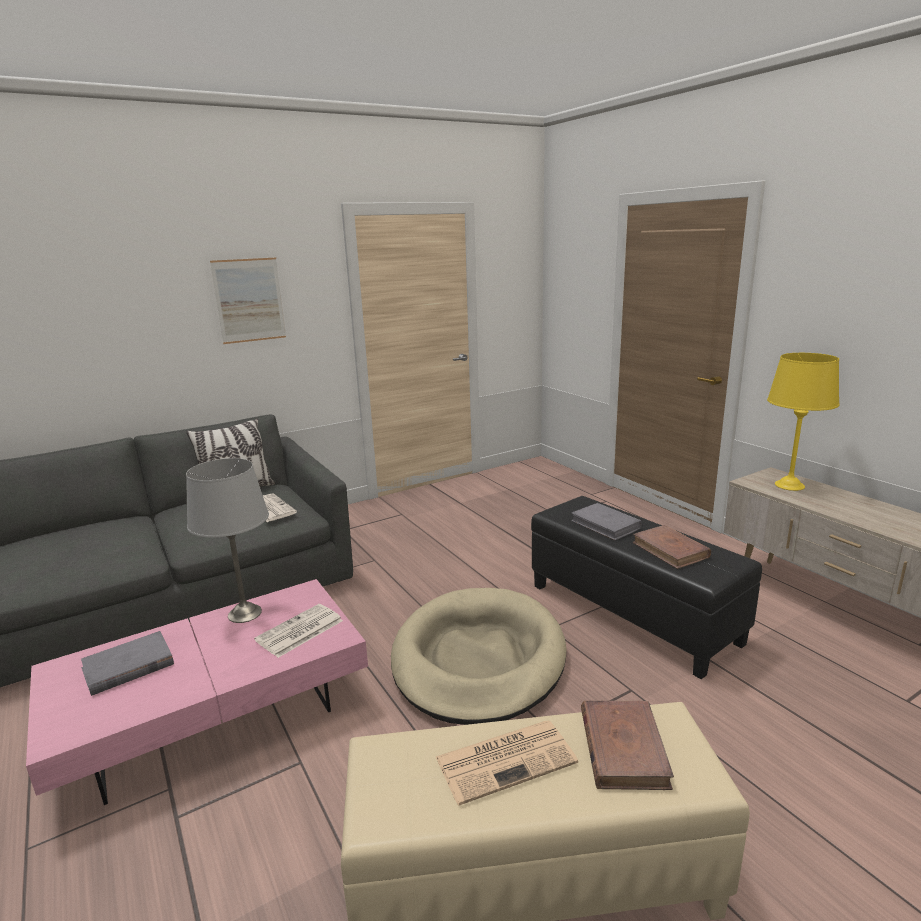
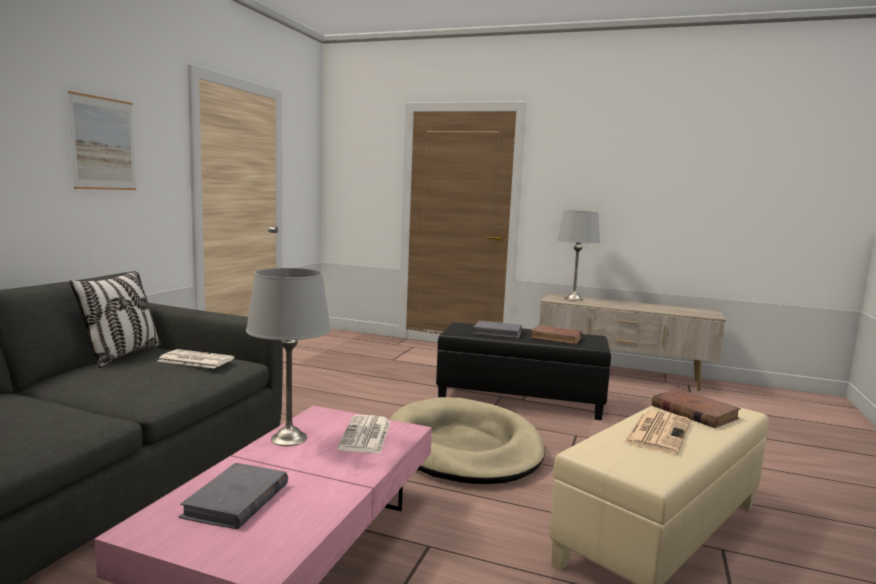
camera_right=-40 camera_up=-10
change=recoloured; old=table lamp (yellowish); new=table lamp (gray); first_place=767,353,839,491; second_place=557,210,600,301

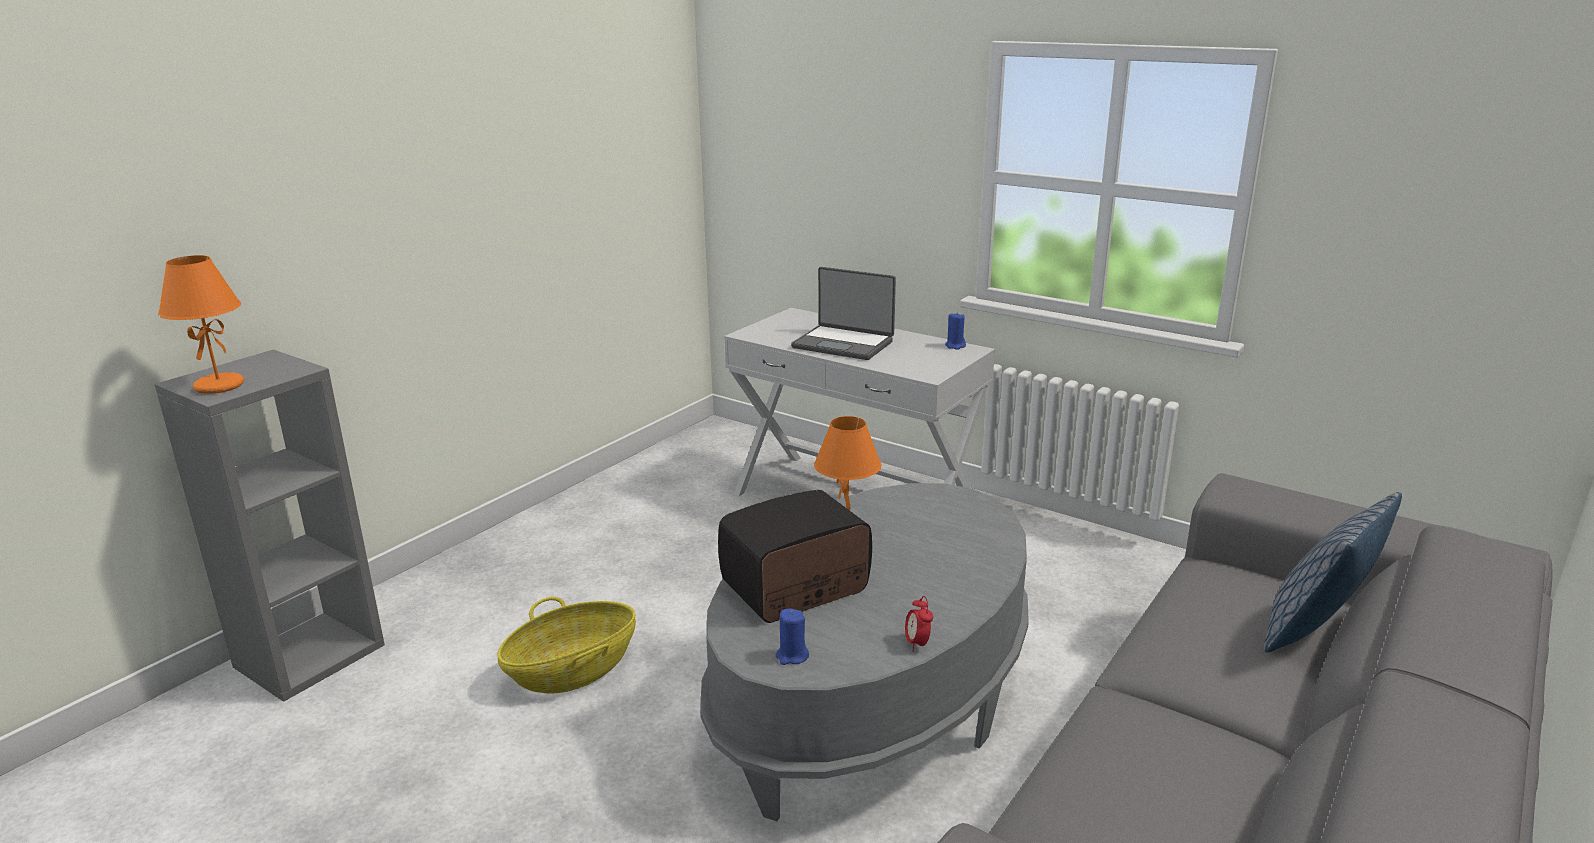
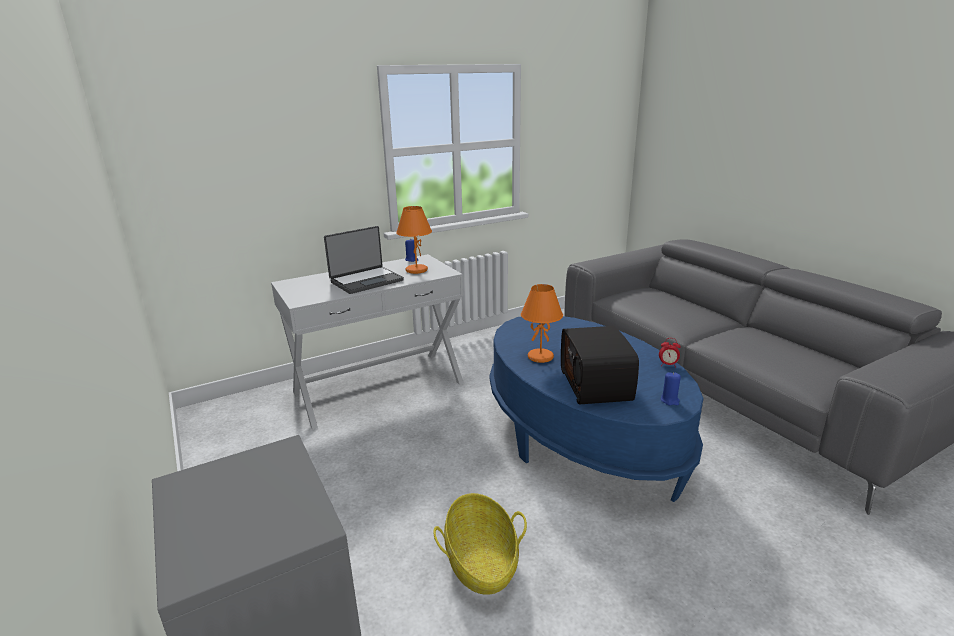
camera_right=-65 camera_up=0
change=moved; old=table lamp (orange); first_place=158,255,244,394; second_place=396,206,432,274
change=recoloured; old=lounge table (gray); new=lounge table (blue); first_place=700,483,1029,821; second_place=489,316,703,502
change=removed; old=throw pillow; first_place=1264,492,1402,652

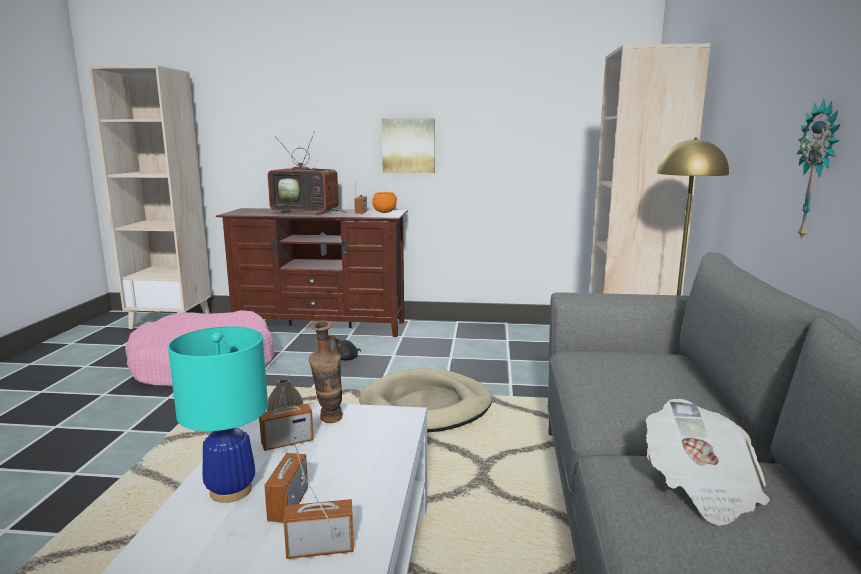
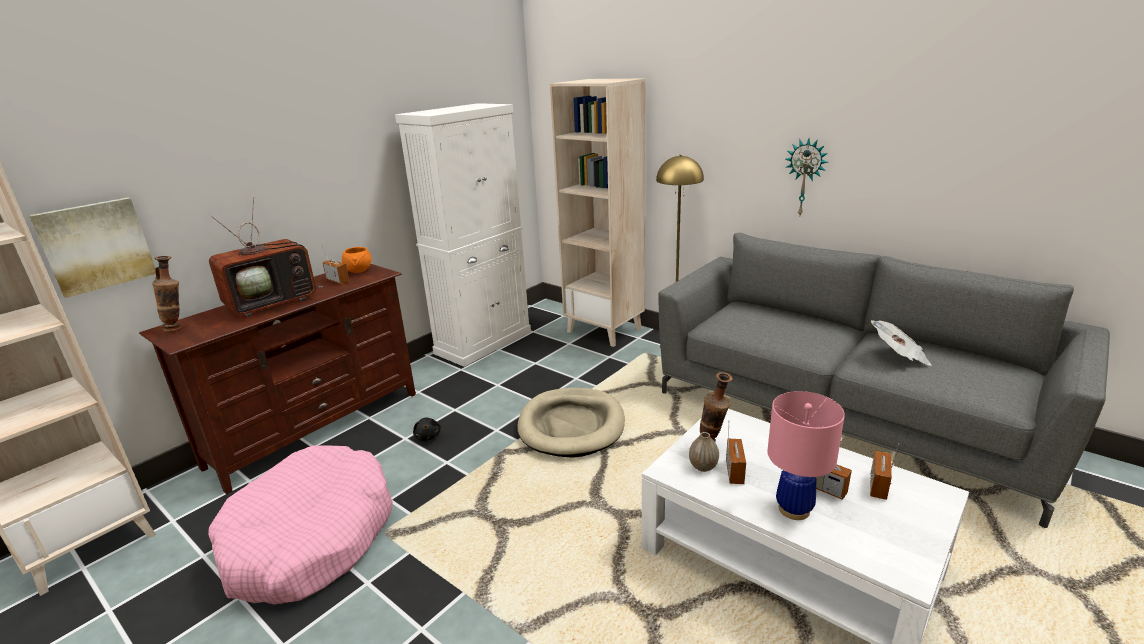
camera_right=-55 camera_up=10
change=moved; old=picture; first_place=382,118,435,173; second_place=29,197,156,298
change=recoloured; old=table lamp (turquoise-coloured); new=table lamp (pink-coloured); first_place=168,326,268,503; second_place=767,391,845,520
change=added; new=cabinet (white-coloured); second_place=395,103,531,367
change=added; new=decorative vase; second_place=152,256,181,332

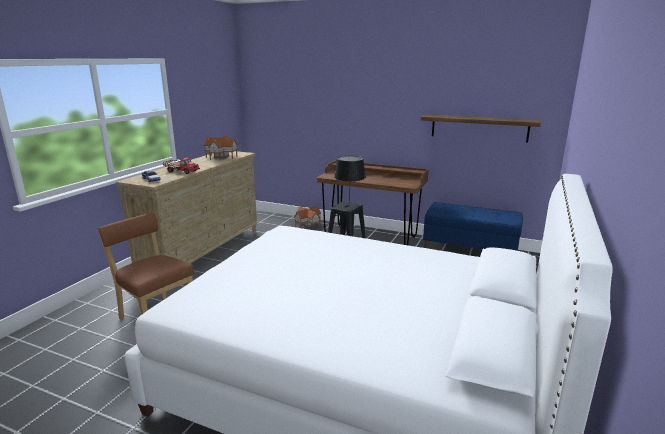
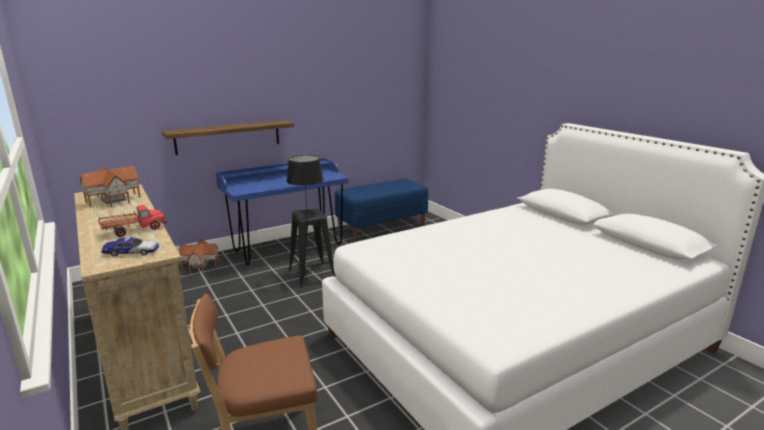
camera_right=-55 camera_up=0
change=moved; old=shelf; first_place=421,114,541,142; second_place=162,120,294,155
change=recoloured; old=desk table (brown); new=desk table (blue); first_place=317,160,429,245; second_place=216,158,349,266

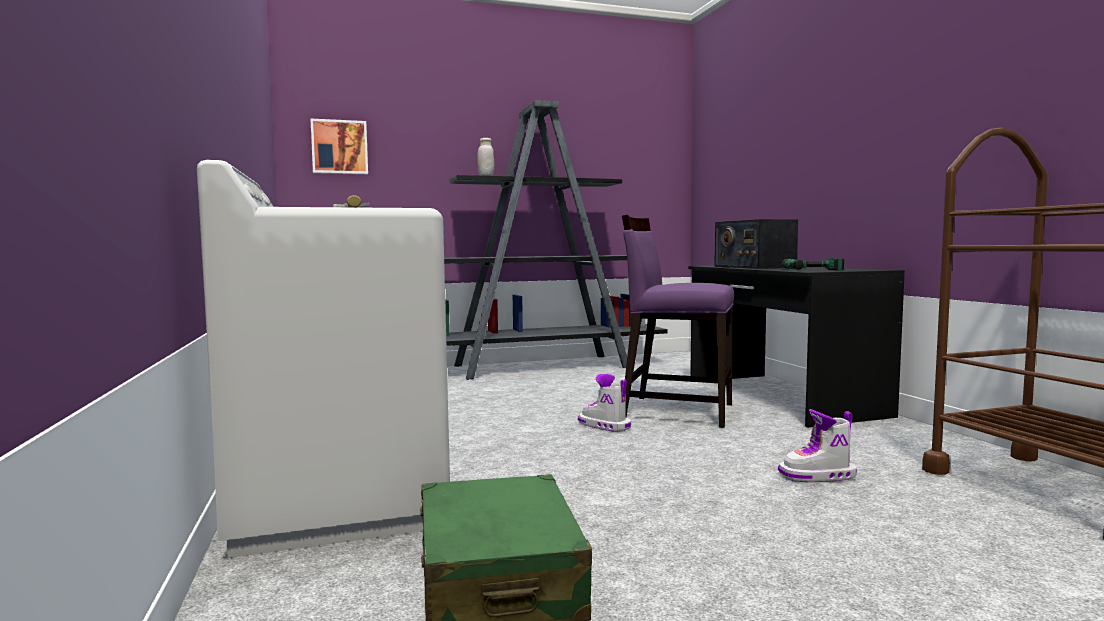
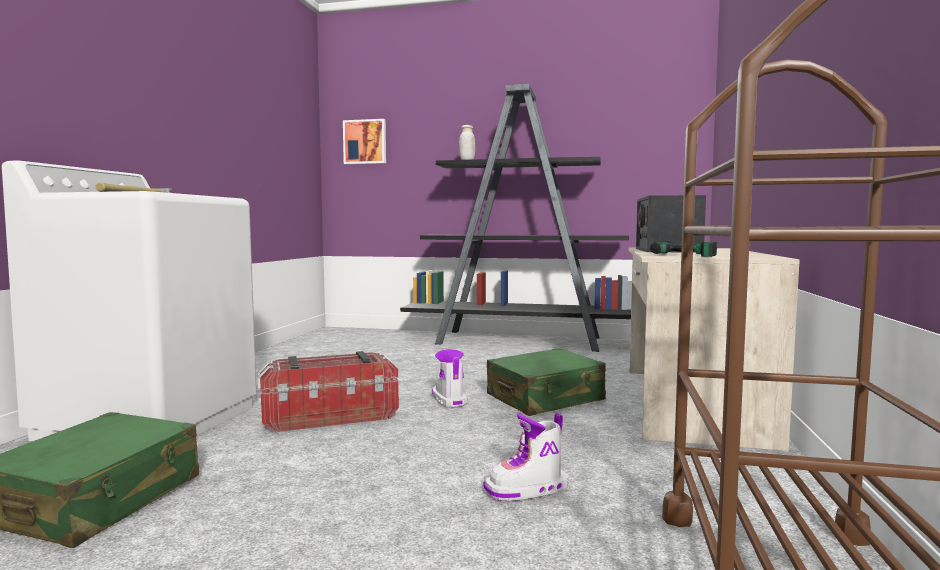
camera_right=30 camera_up=0
change=replaced; old=upright chair (purple); new=suitcase (green-coloured); first_place=622,215,734,428; second_place=487,348,606,416
change=recoloured; old=desk table (black); new=desk table (beige-coloured); first_place=688,265,905,428; second_place=628,248,800,451
change=turned; old=high-top boot; first_place=778,409,857,482; second_place=484,413,569,501; degrees=-45
change=added; new=storage box; second_place=257,351,399,433

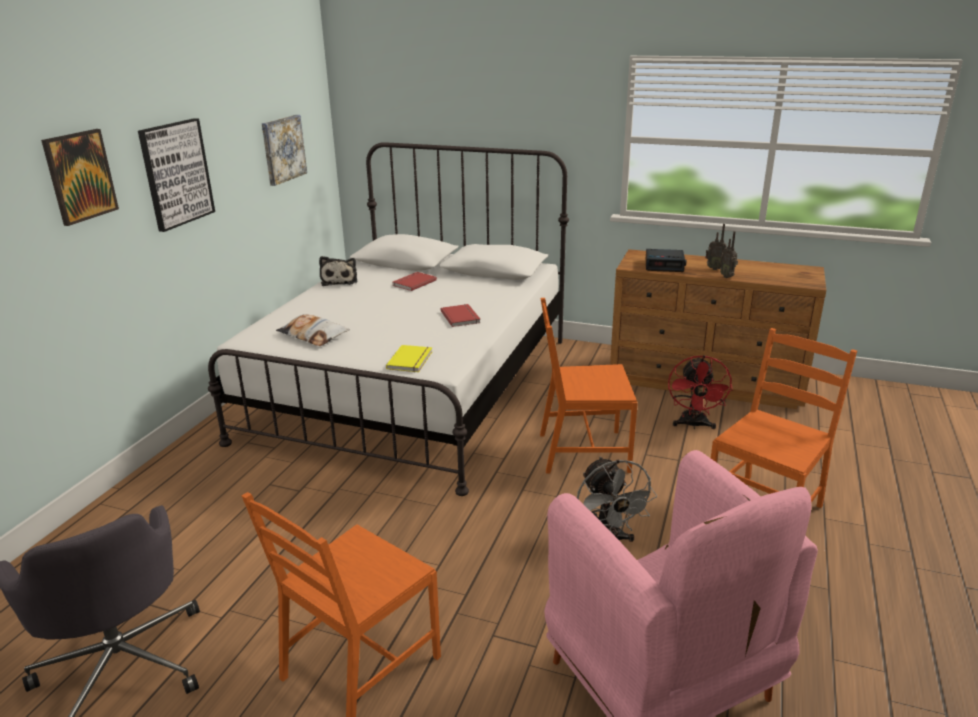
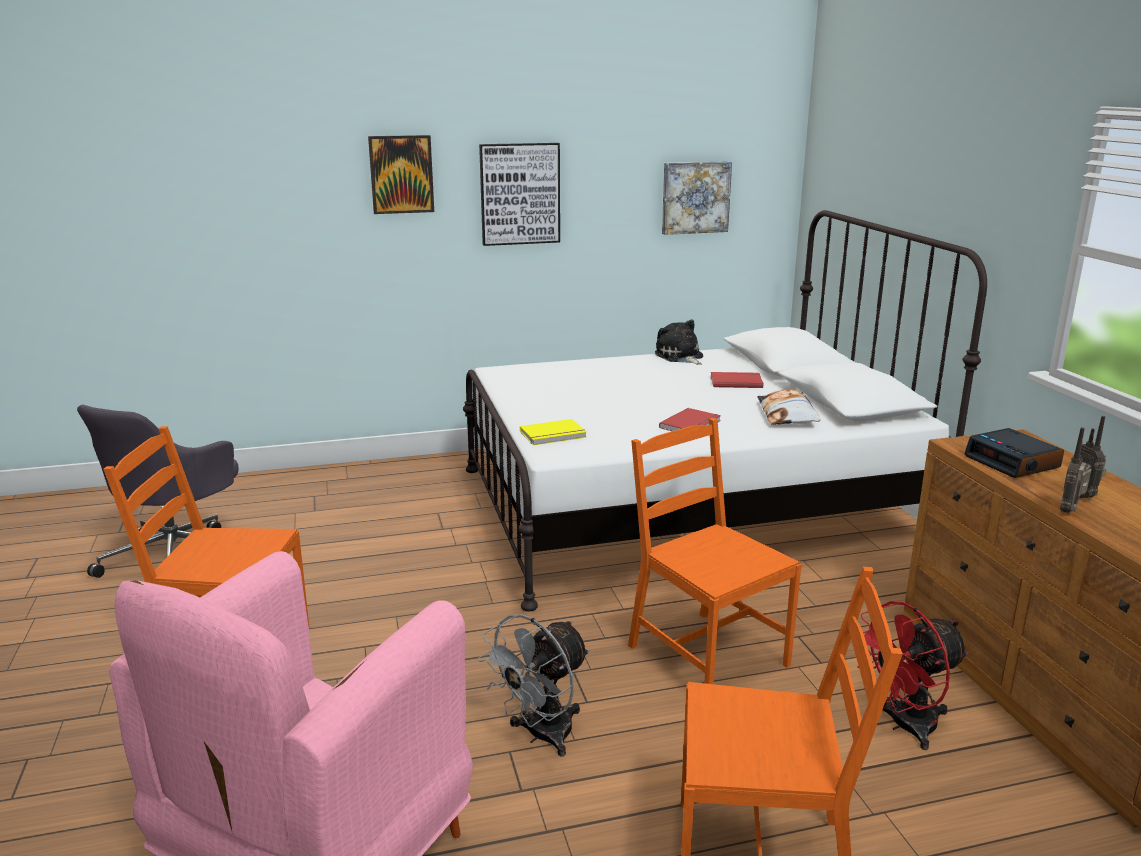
camera_right=55 camera_up=-5
change=turned; old=cuddly toy; first_place=319,256,357,286; second_place=655,320,703,365; degrees=105
change=moved; old=throw pillow; first_place=276,314,350,346; second_place=757,389,821,425

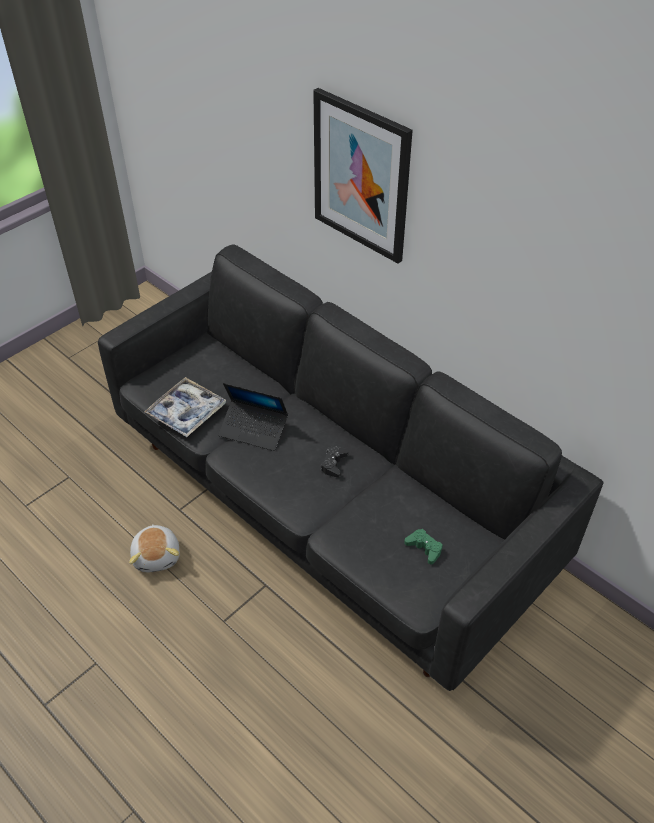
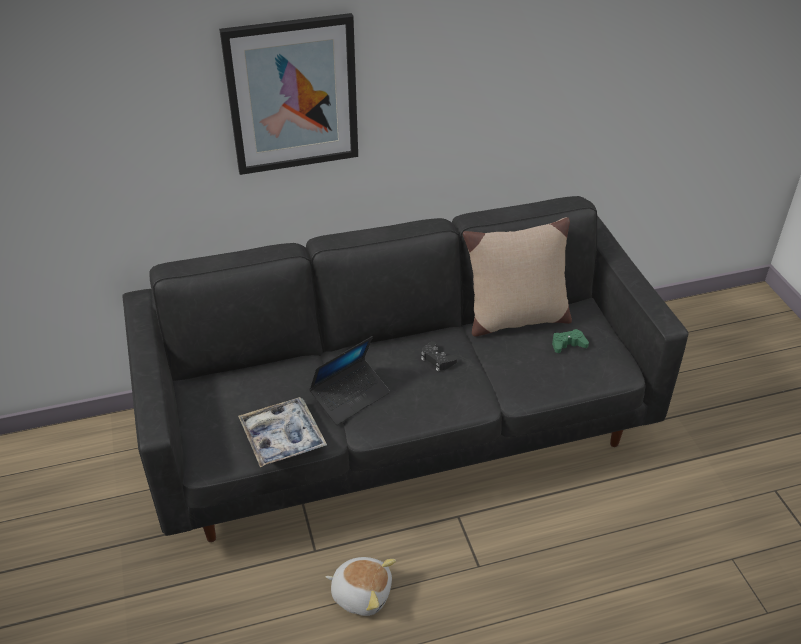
camera_right=-60 camera_up=-5
change=added; new=throw pillow (beige-coloured); second_place=463,217,572,337

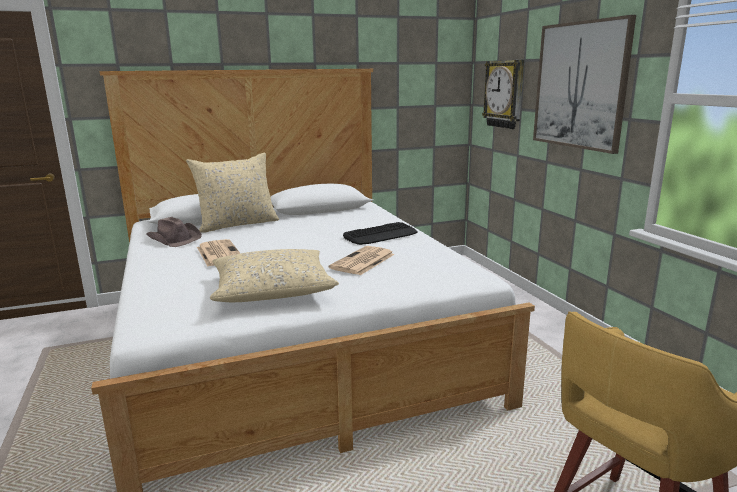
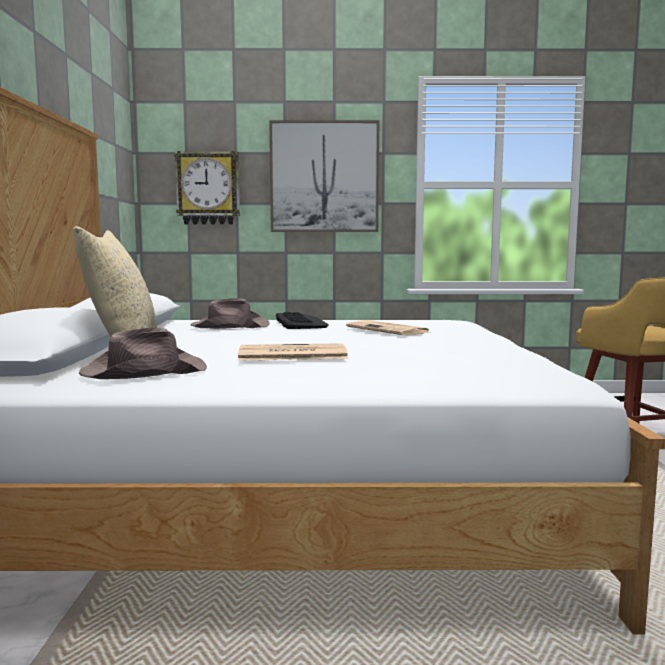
camera_right=-70 camera_up=-10
change=removed; old=throw pillow (beige-coloured); first_place=210,249,339,302
change=added; new=clothing hat (brown); second_place=190,298,269,329

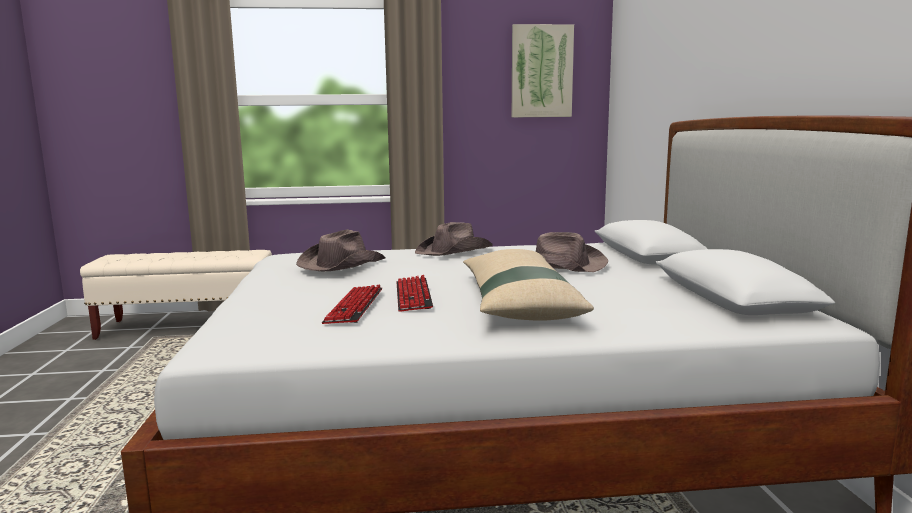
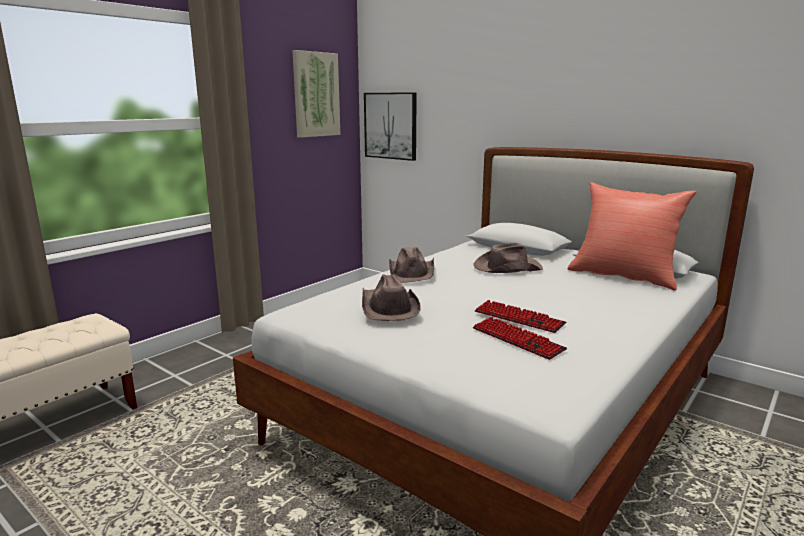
camera_right=-45 camera_up=5
change=removed; old=throw pillow (beige-coloured); first_place=463,249,594,321
change=added; new=picture; second_place=364,92,417,161
change=added; new=throw pillow (red-coloured); second_place=568,182,697,290

